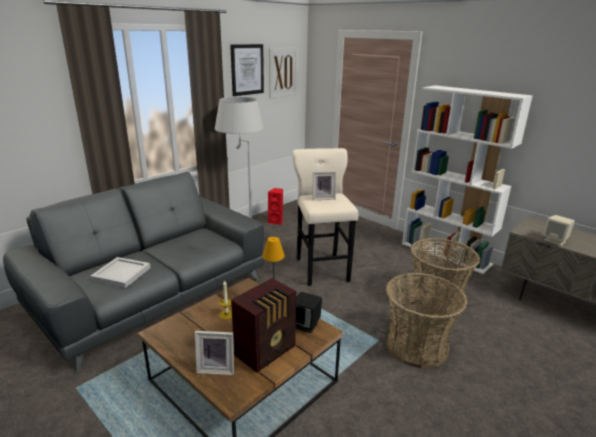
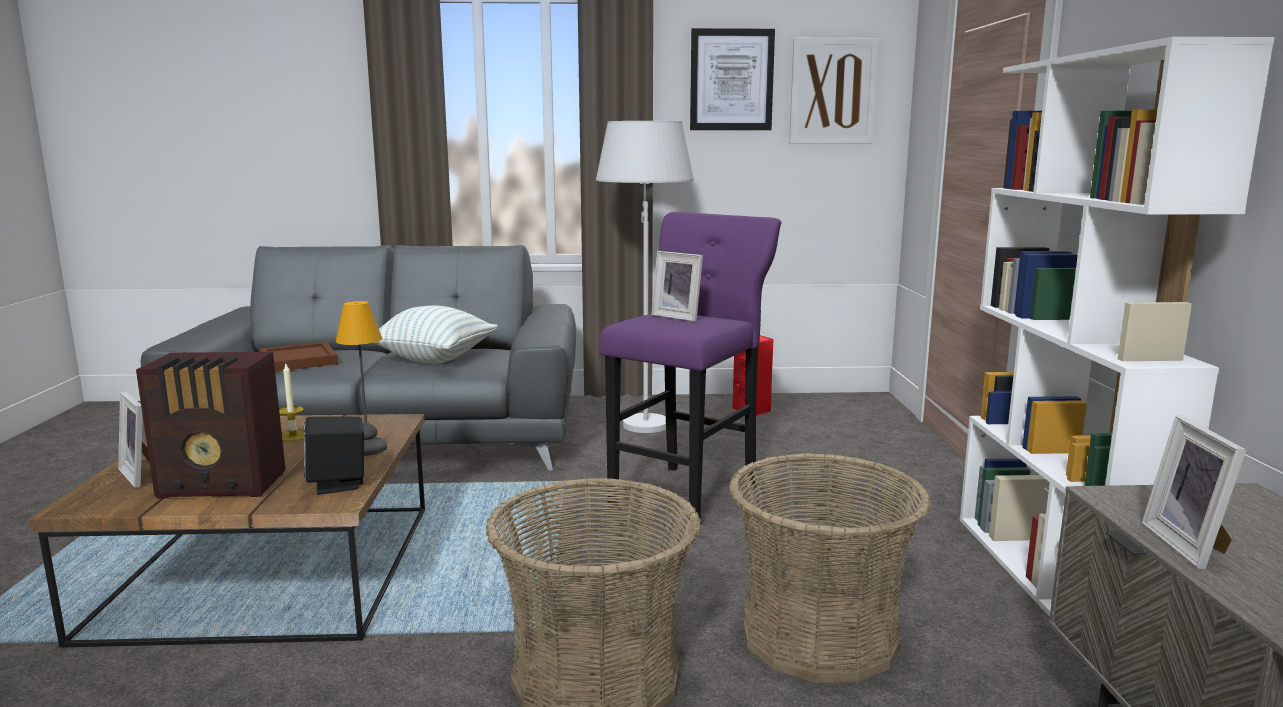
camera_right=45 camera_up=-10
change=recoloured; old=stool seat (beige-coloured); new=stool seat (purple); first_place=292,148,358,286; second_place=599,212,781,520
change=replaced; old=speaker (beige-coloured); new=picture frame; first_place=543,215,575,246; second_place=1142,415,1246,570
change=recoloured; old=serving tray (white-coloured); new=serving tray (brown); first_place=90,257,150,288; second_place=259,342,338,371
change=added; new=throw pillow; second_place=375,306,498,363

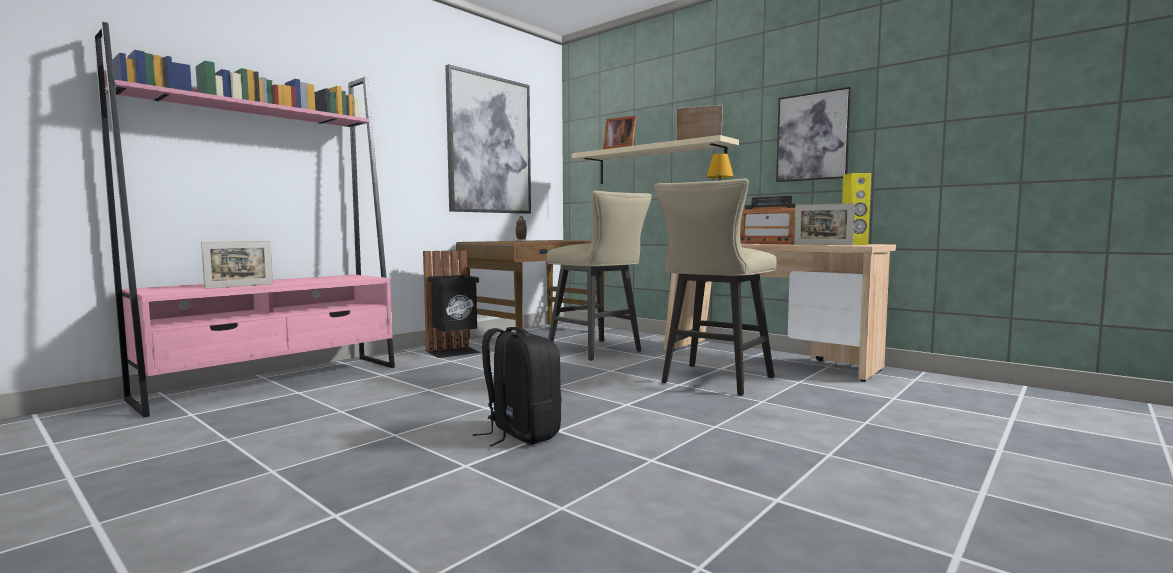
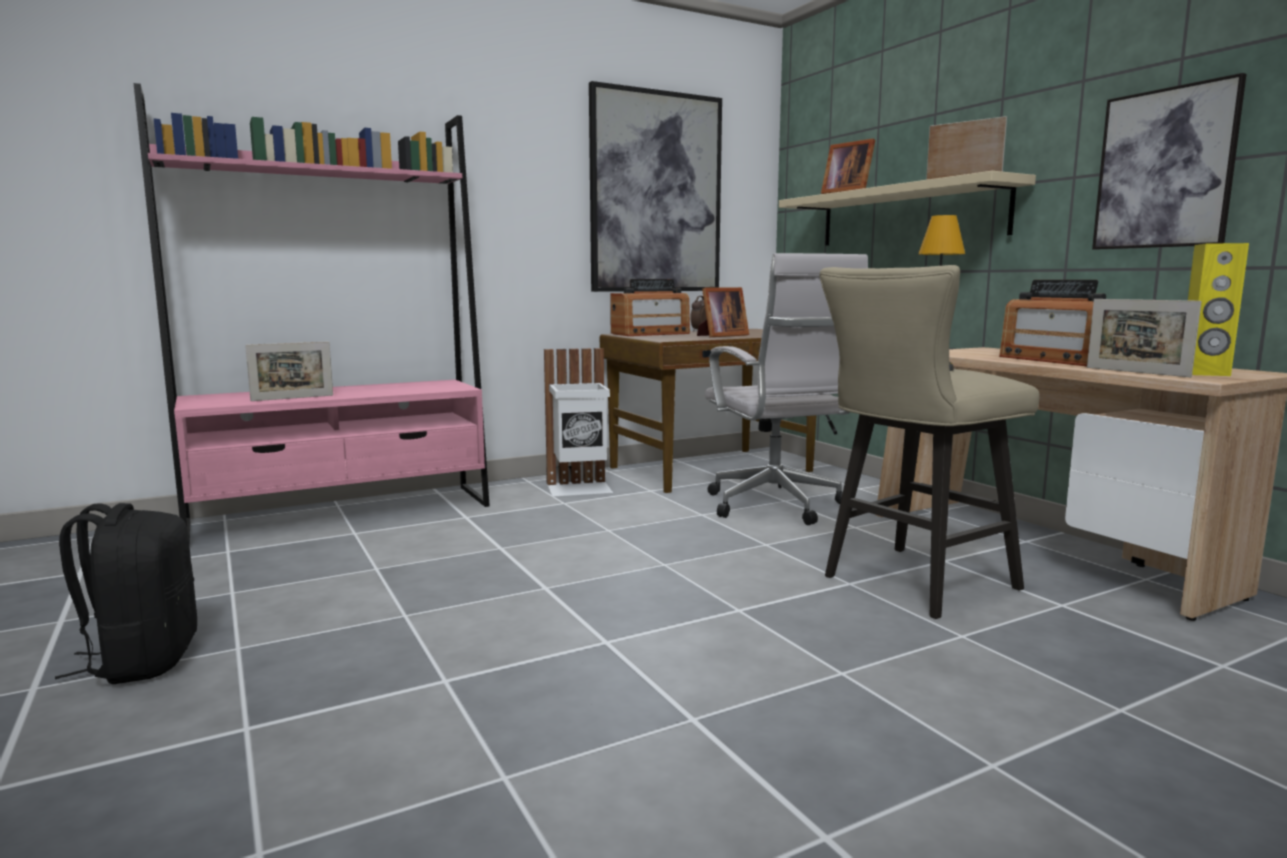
camera_right=20 camera_up=5
change=replaced; old=stool seat (beige-coloured); new=computer chair (white-coloured); first_place=547,191,652,361; second_place=705,253,868,525
change=recoloured; old=rubbish bin (black); new=rubbish bin (white-coloured); first_place=423,250,481,358; second_place=544,348,613,497
change=moved; old=rucksack (black); first_place=473,327,561,447; second_place=55,503,197,684
change=added; new=radio receiver; second_place=610,279,690,336
change=added; new=picture frame; second_place=697,287,749,337

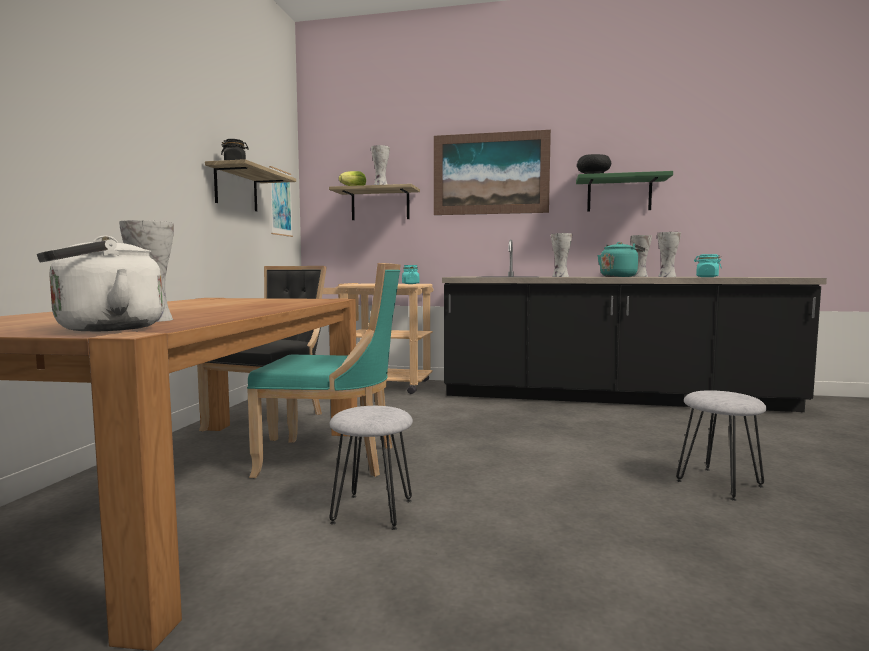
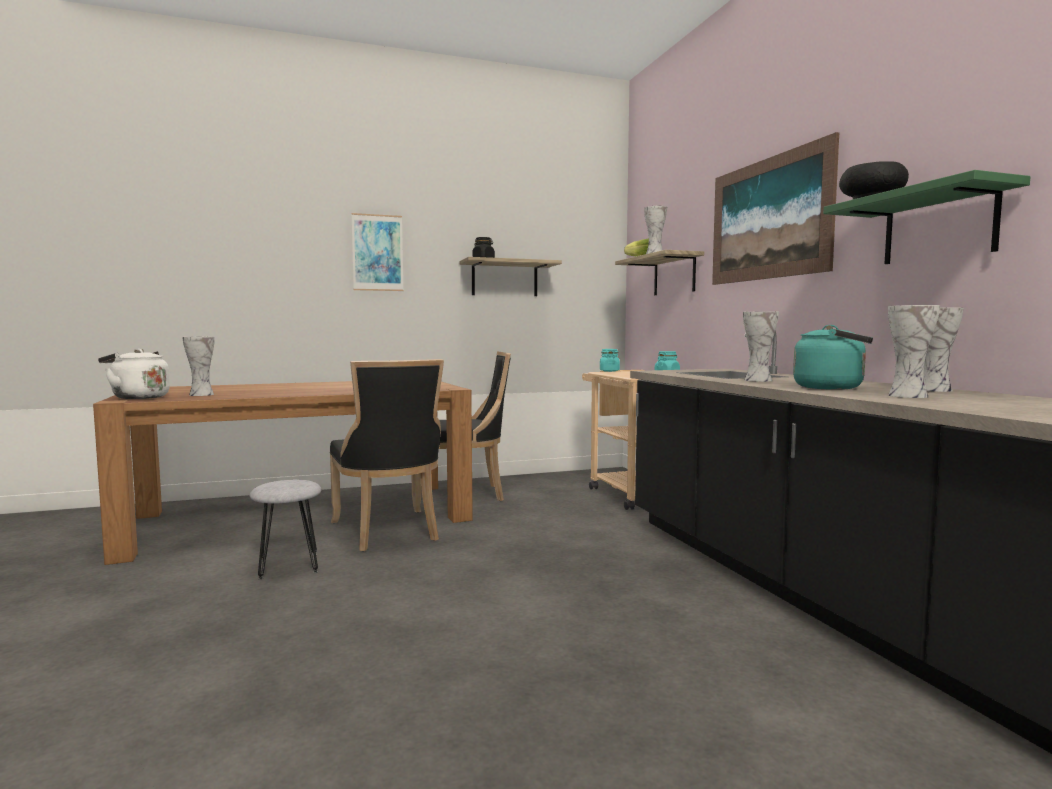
camera_right=60 camera_up=0
change=moved; old=picture; first_place=269,166,293,237; second_place=351,213,404,291
change=moved; old=storage jar (turquoise-coloured); first_place=694,254,722,277; second_place=600,349,620,372
change=recoloured; old=upright chair (turquoise-coloured); new=upright chair (black); first_place=247,263,401,478; second_place=330,359,444,551
change=removed; old=stool seat (gray); first_place=676,390,767,501

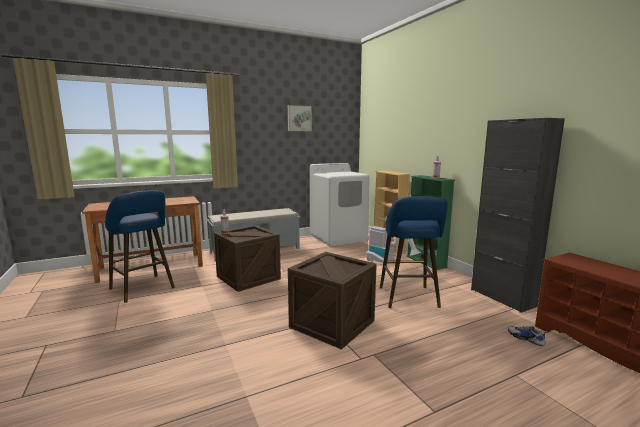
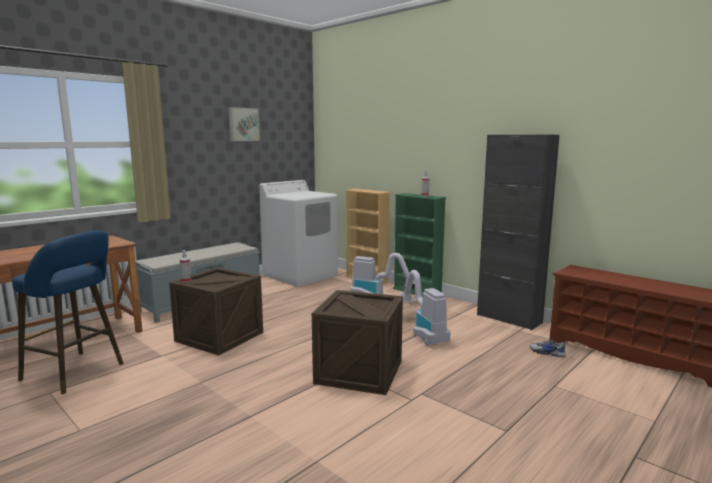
camera_right=-20 camera_up=0
change=replaced; old=stool seat (blue); new=vacuum cleaner; first_place=380,196,448,308; second_place=398,270,450,346

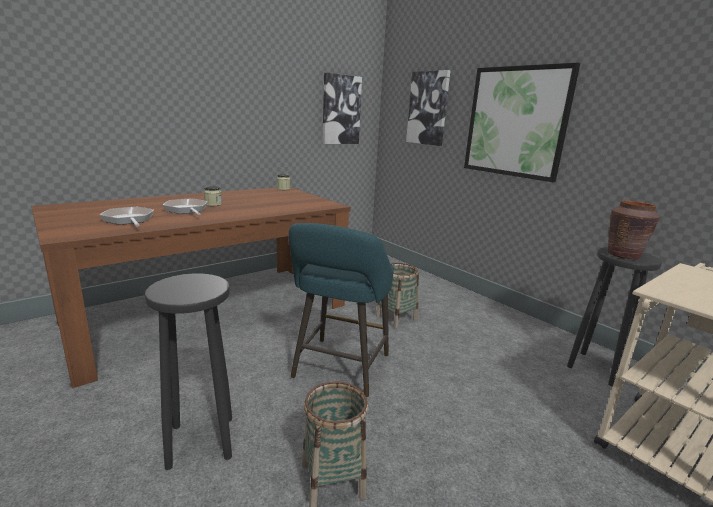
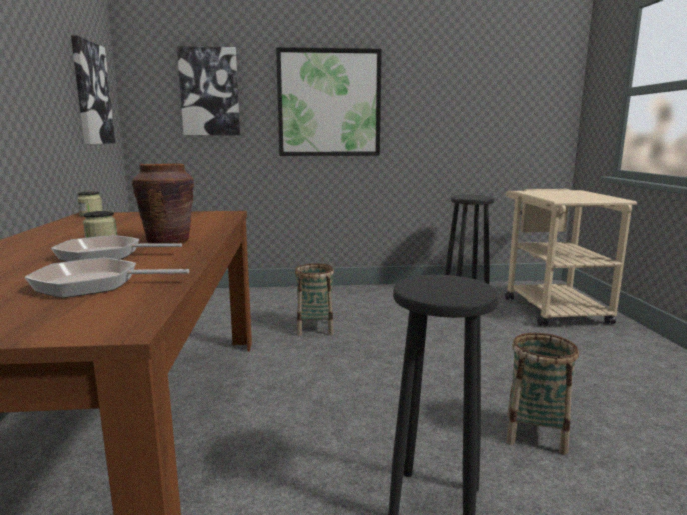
camera_right=-55 camera_up=-5
change=moved; old=decorative vase (brown); first_place=608,200,660,259; second_place=132,164,194,244
change=removed; old=stool seat (turquoise-coloured); first_place=289,223,394,398

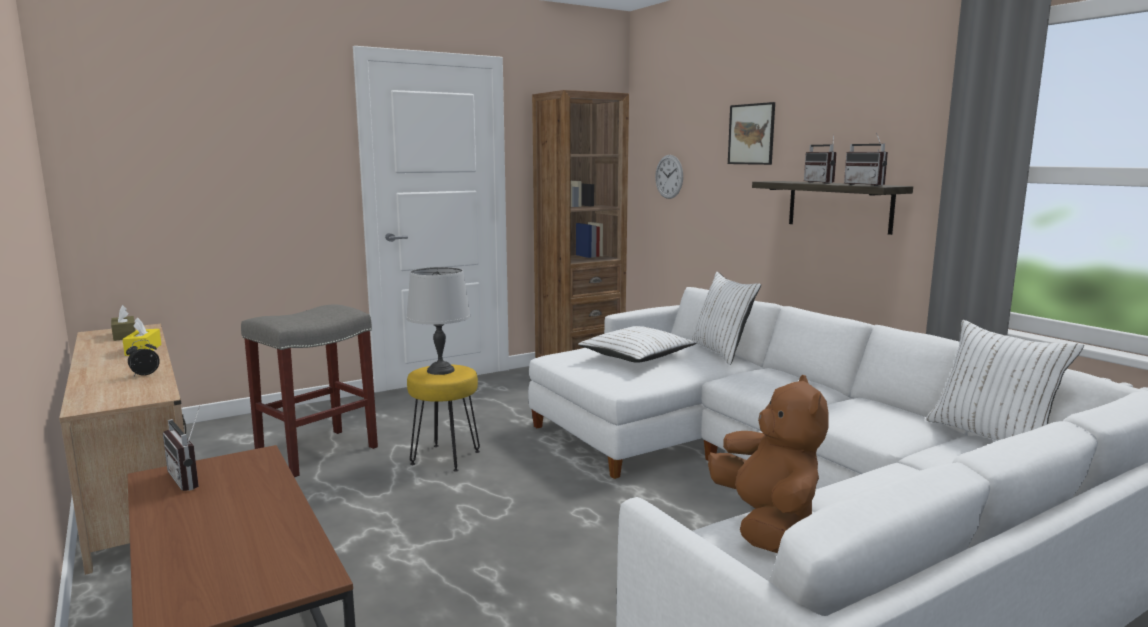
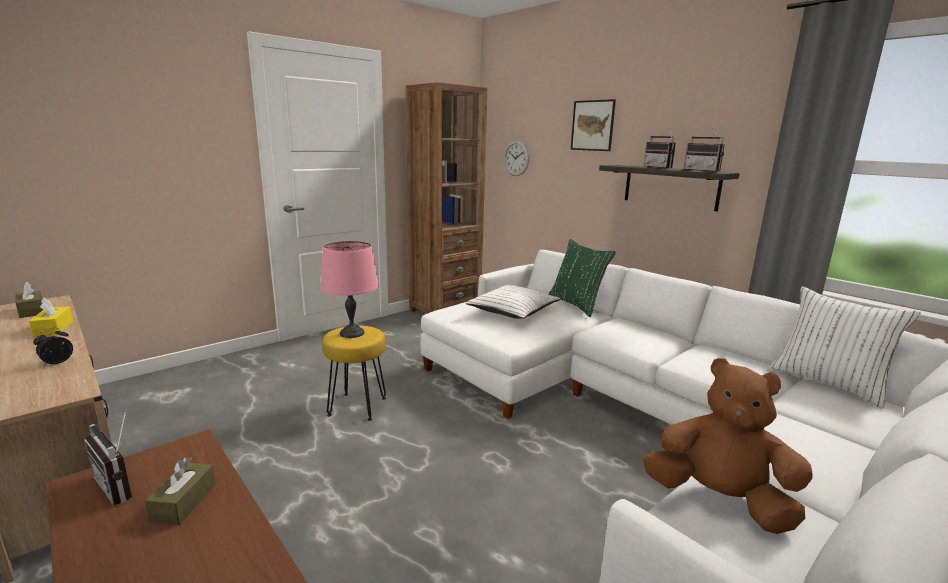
camera_right=-10 camera_up=5
change=recoloured; old=table lamp (gray); new=table lamp (pink-coloured); first_place=406,267,471,375; second_place=320,241,379,338
change=recoloured; old=throw pillow (white-coloured); new=throw pillow (green-coloured); first_place=690,272,761,365; second_place=548,239,616,317
change=removed; old=stool seat (gray); first_place=241,304,378,477
change=turned; old=cuddly toy (brown); first_place=708,375,829,553; second_place=643,358,813,534; degrees=-45
change=added; new=box of tissues (brown); second_place=145,457,216,525

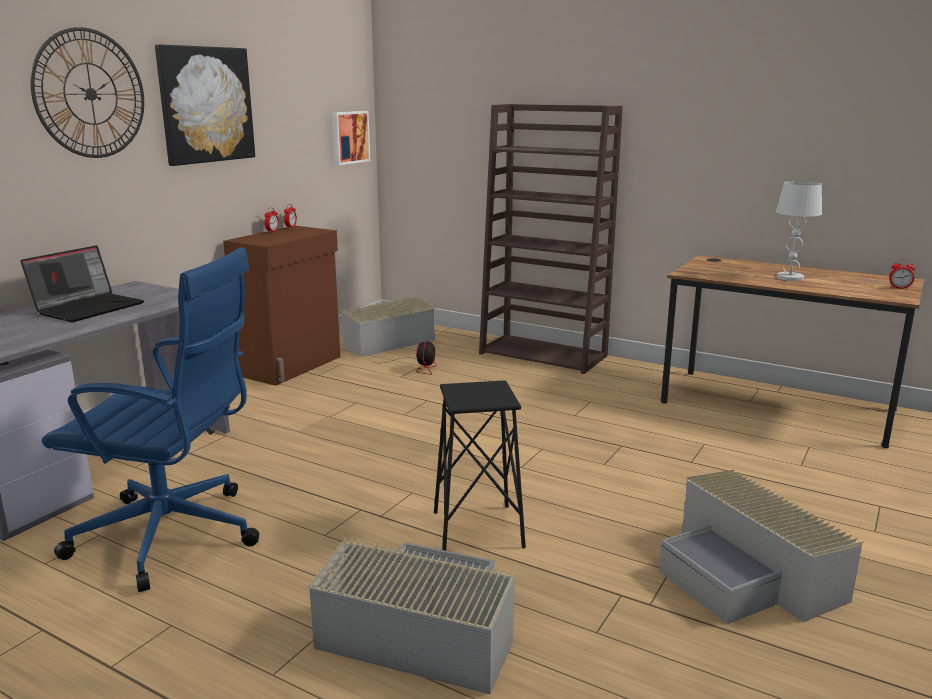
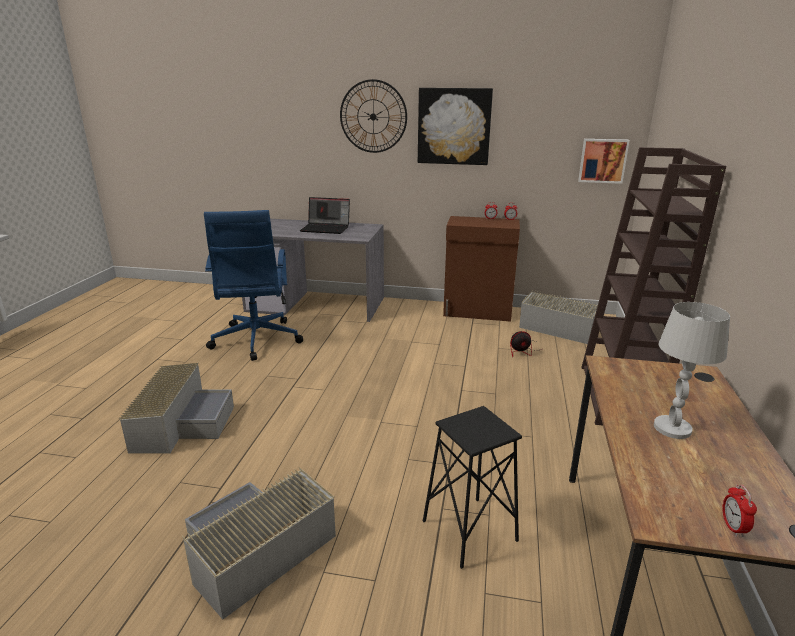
camera_right=70 camera_up=5
change=moved; old=stool seat (black); first_place=434,380,526,551; second_place=423,406,522,569

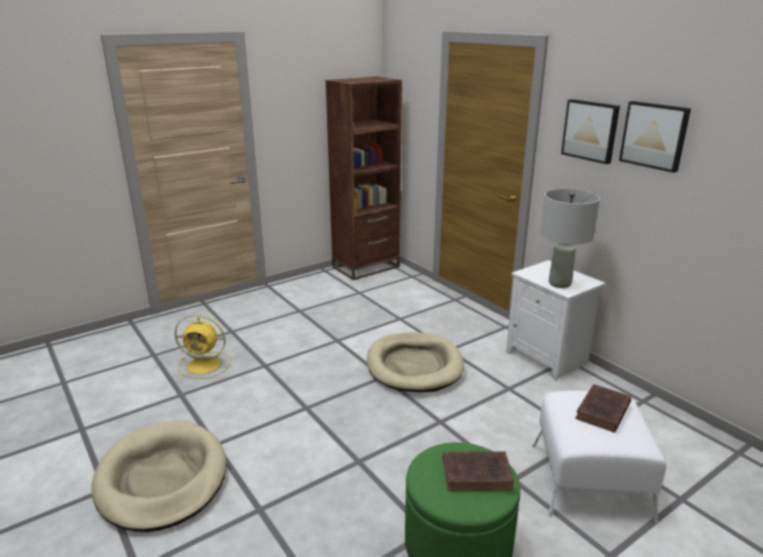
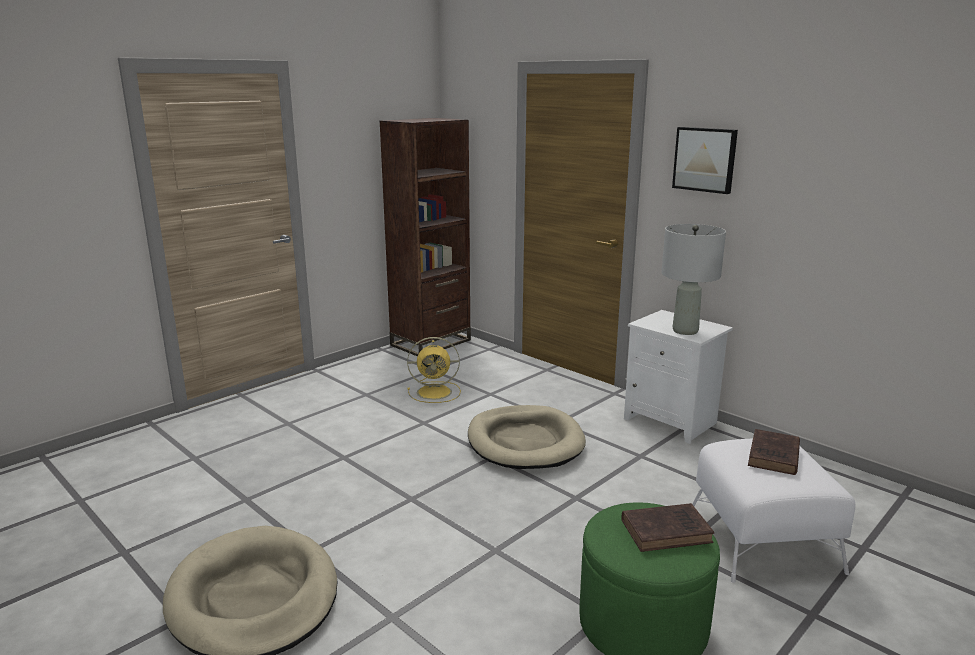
camera_right=-10 camera_up=-5
change=removed; old=picture; first_place=619,101,691,173
change=moved; old=electric fan (yellowish); first_place=175,314,231,379; second_place=407,337,461,403

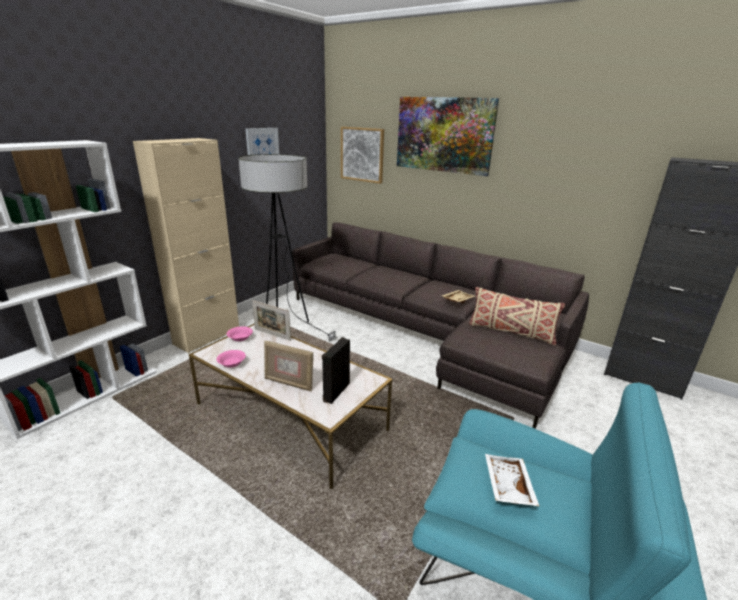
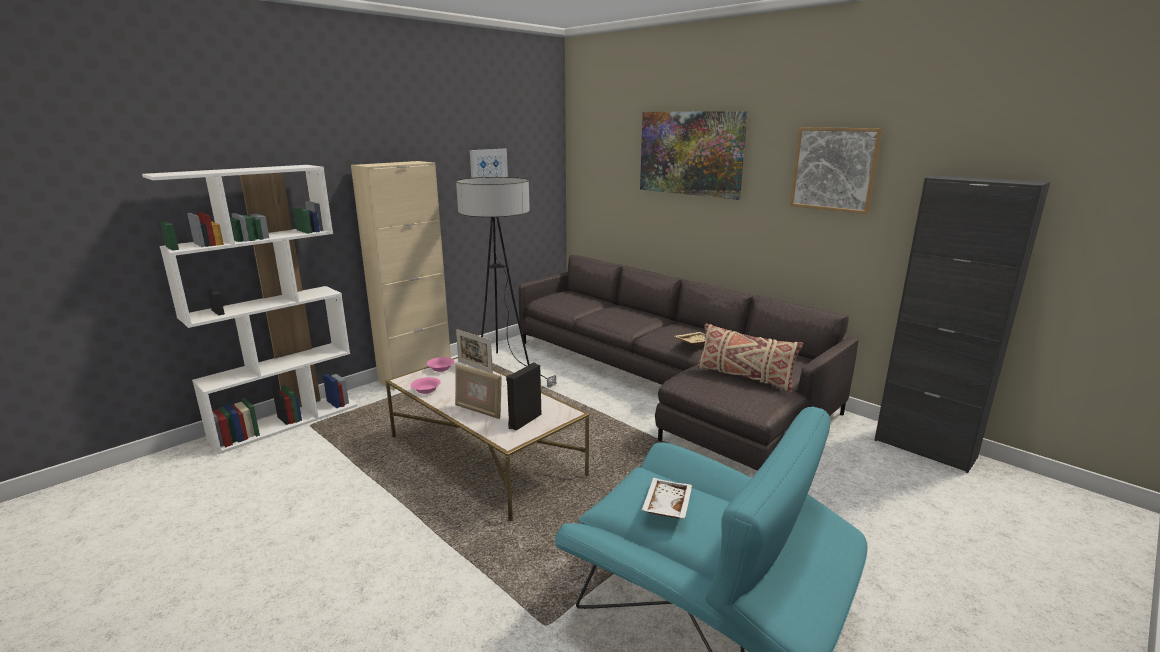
camera_right=10 camera_up=-5
change=moved; old=picture; first_place=341,127,384,184; second_place=790,127,883,214

